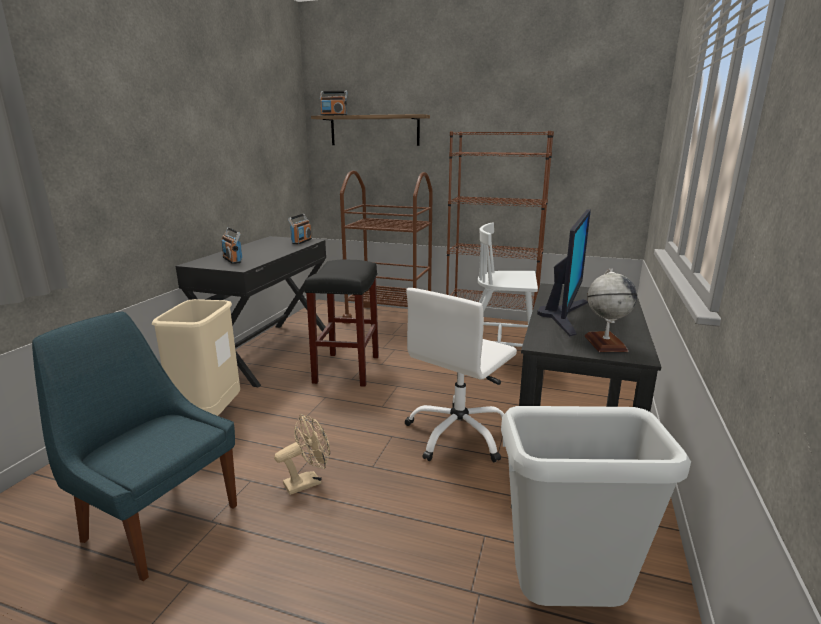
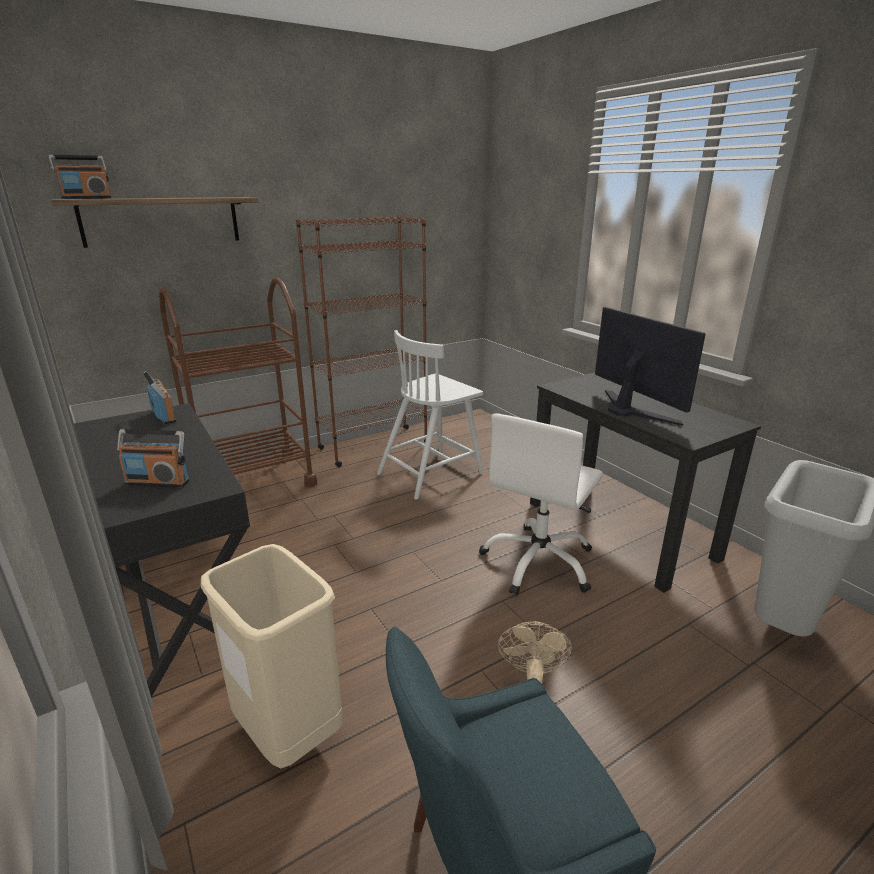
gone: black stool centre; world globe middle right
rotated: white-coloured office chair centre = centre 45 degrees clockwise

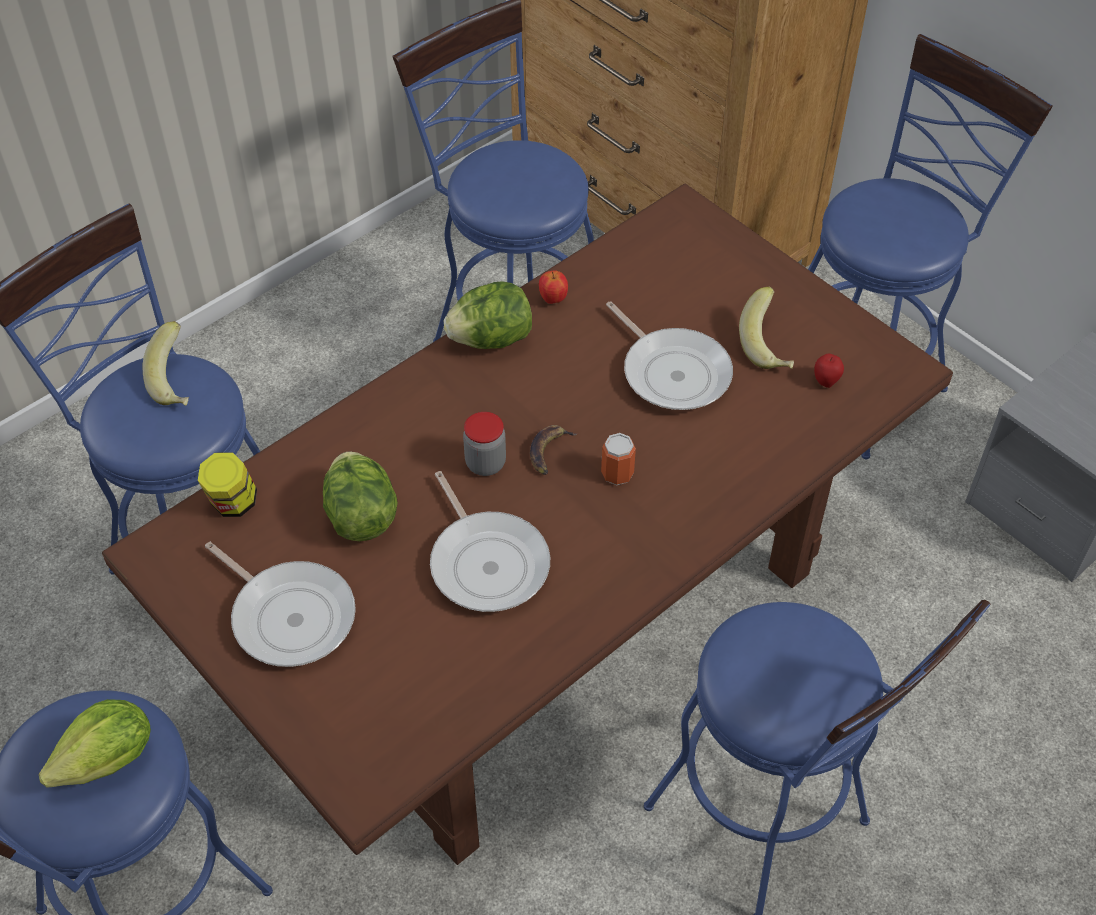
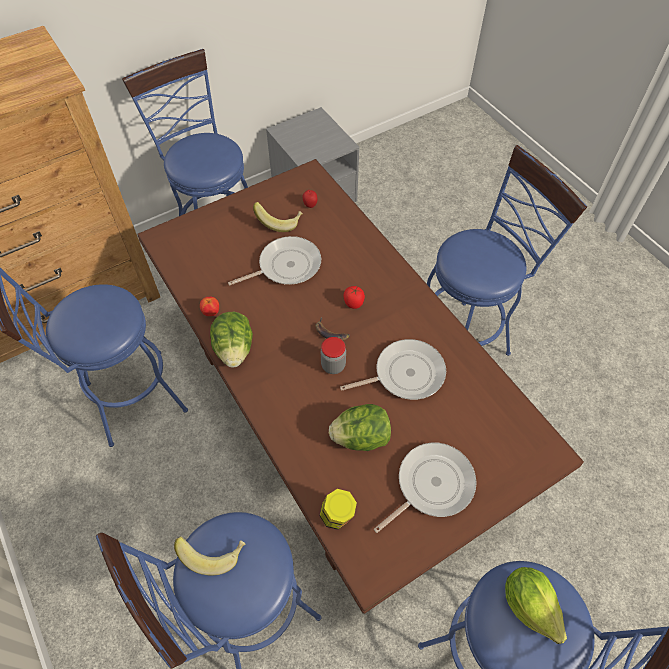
swapped: sealed can centre to whole tomato centre

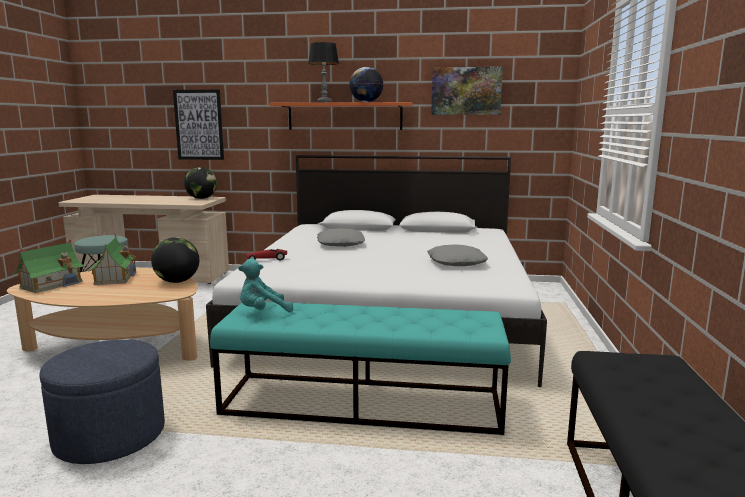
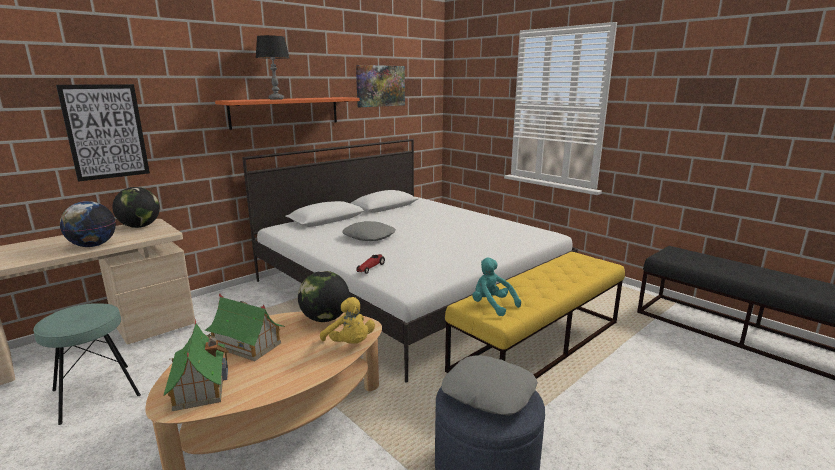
new: yellow soft toy bottom centre
shifted: world globe (no. 3 from left in the first image) top centre to world globe (no. 1 from left) middle left; gray pillow (no. 2 from left) centre to bottom centre
repainted: turquoise bench bottom centre to yellow bench bottom centre
rotated: turquoise soft toy centre = centre 120 degrees clockwise

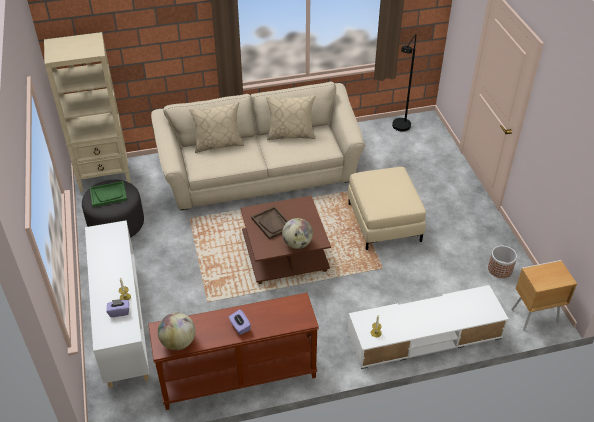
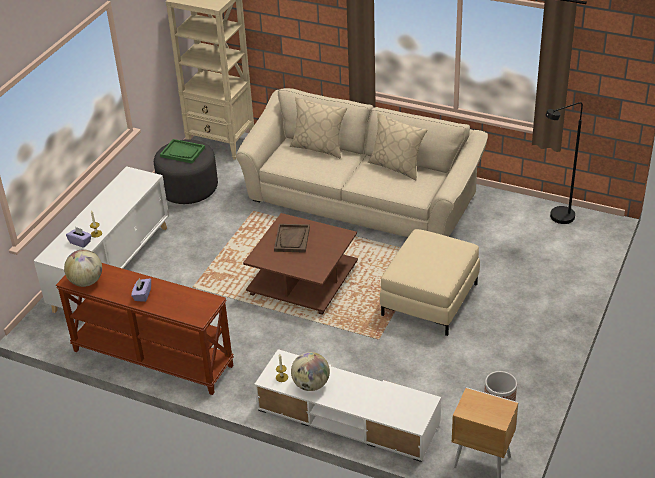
shifted: world globe (no. 2 from left) centre to bottom centre

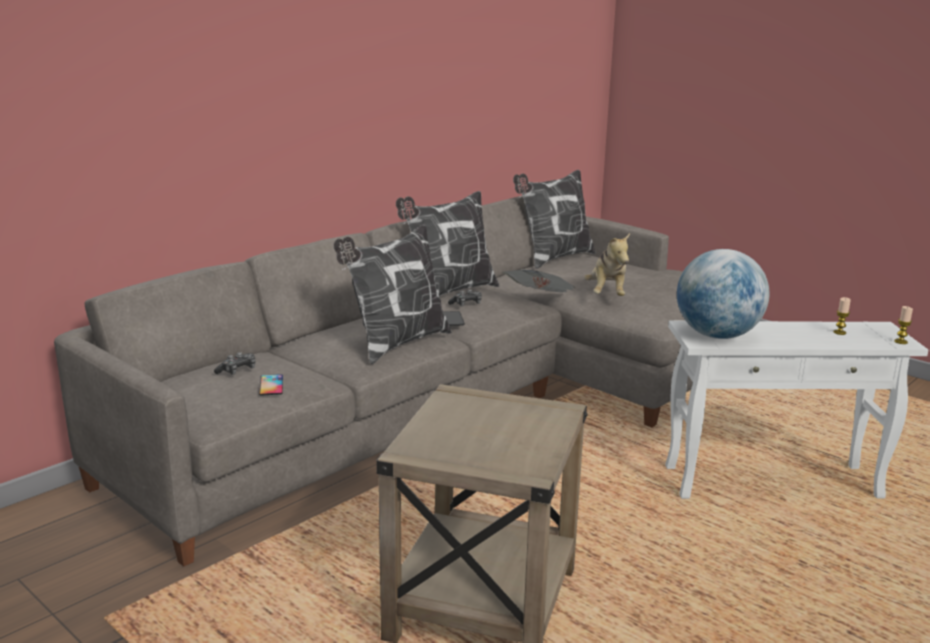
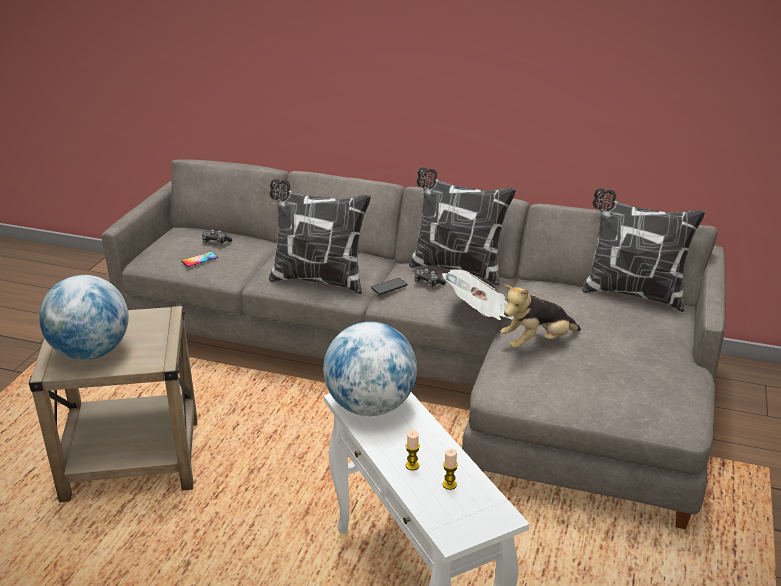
new: world globe (no. 1 from left) middle left
shifted: wax candle (no. 2 from left in the first image) middle right to wax candle (no. 1 from left) bottom centre

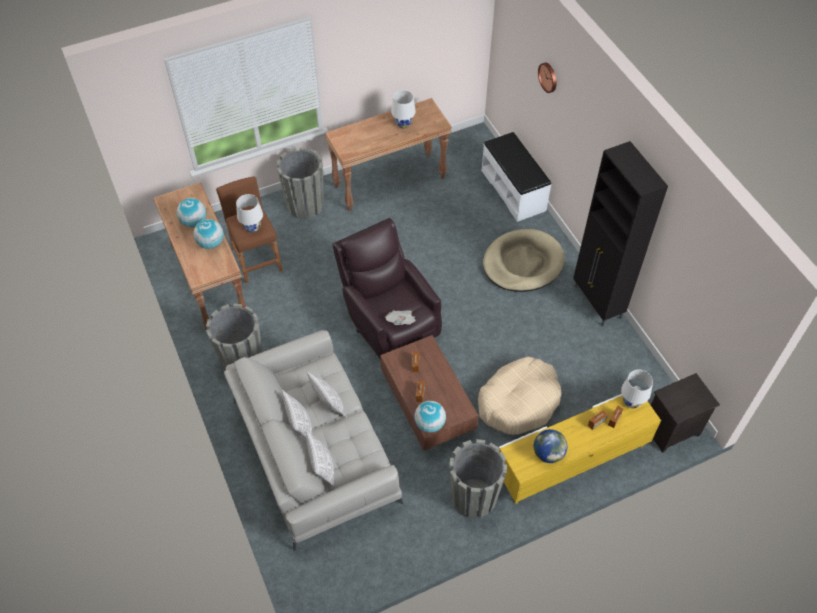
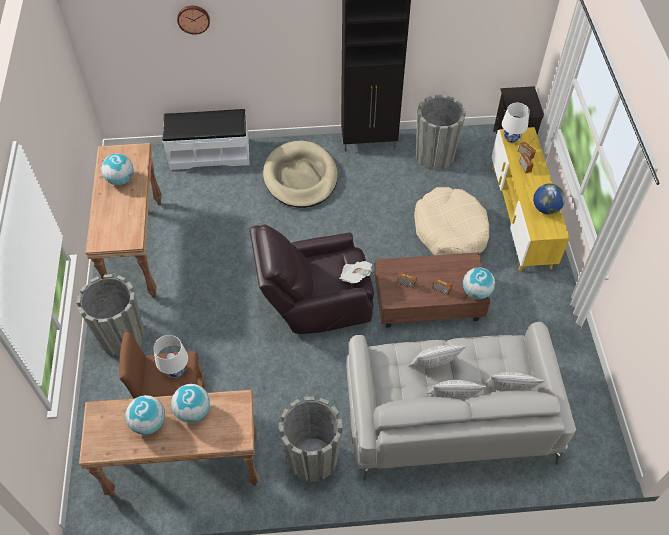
shifted: gray planter (no. 3 from left) bottom centre to top centre
swapped: white-coloured tabletop lamp (no. 2 from left) top centre to world globe (no. 1 from left) top left

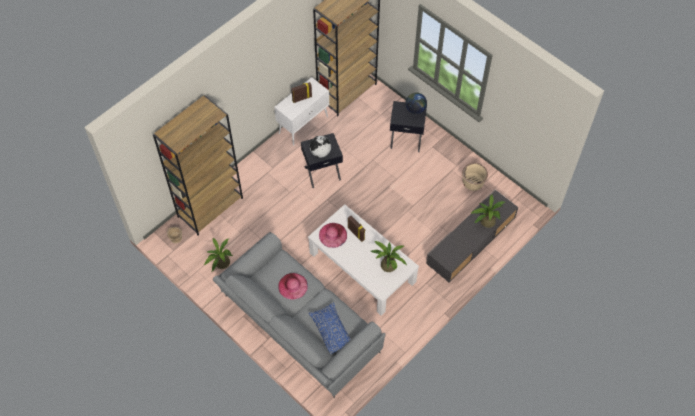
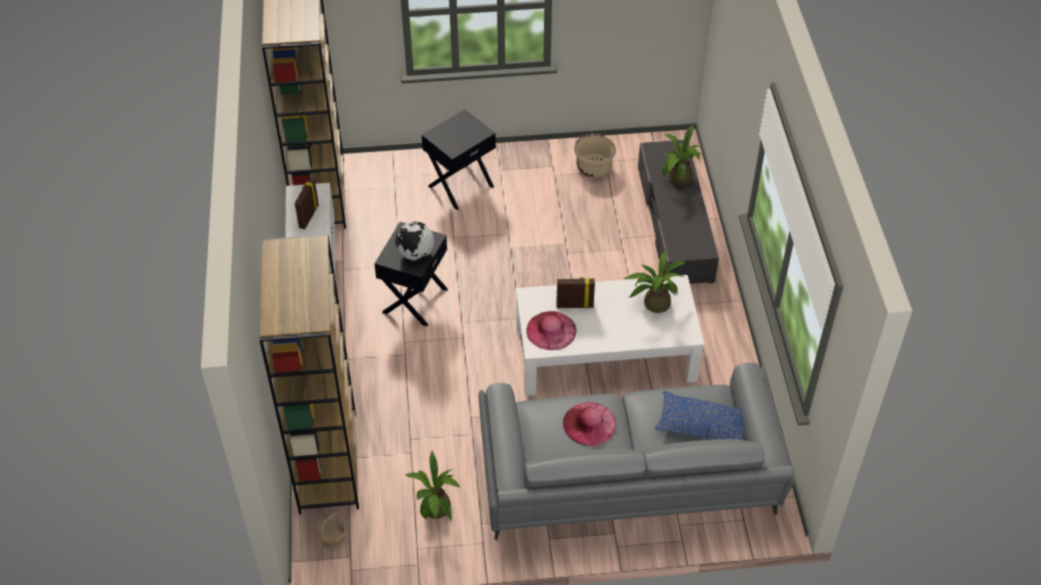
gone: world globe (no. 2 from left) top centre

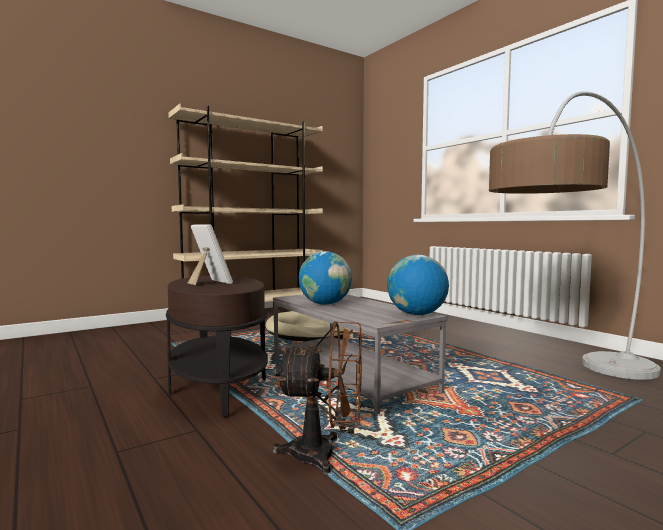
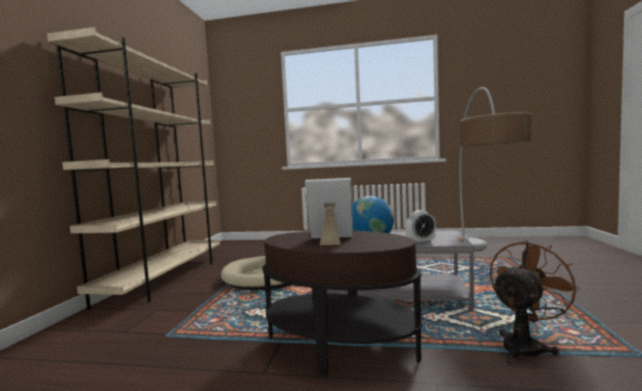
gone: world globe (no. 2 from left) centre
new: alarm clock centre

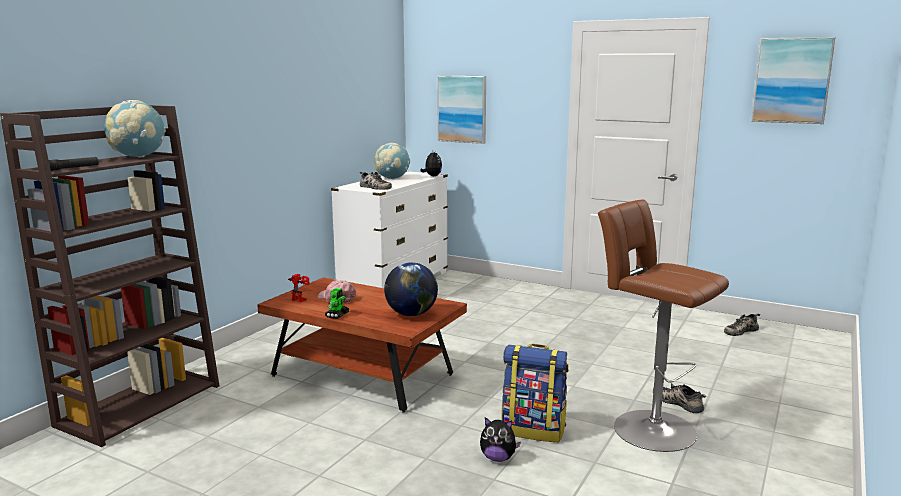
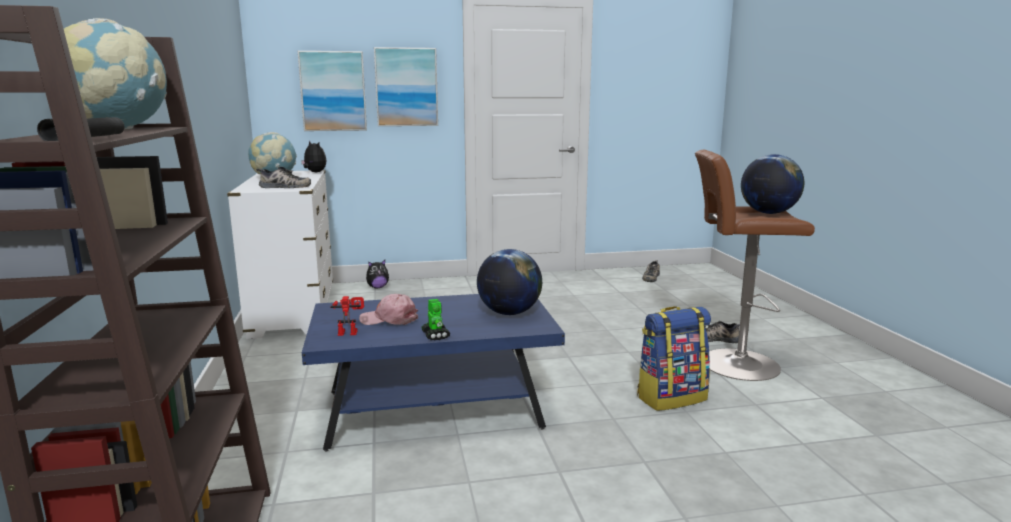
new: world globe (no. 4 from left) middle right
shifted: soft toy (no. 2 from left) bottom centre to centre; picture (no. 2 from left) top right to top centre
repainted: brown-coloured coffee table bottom centre to blue-coloured coffee table bottom centre

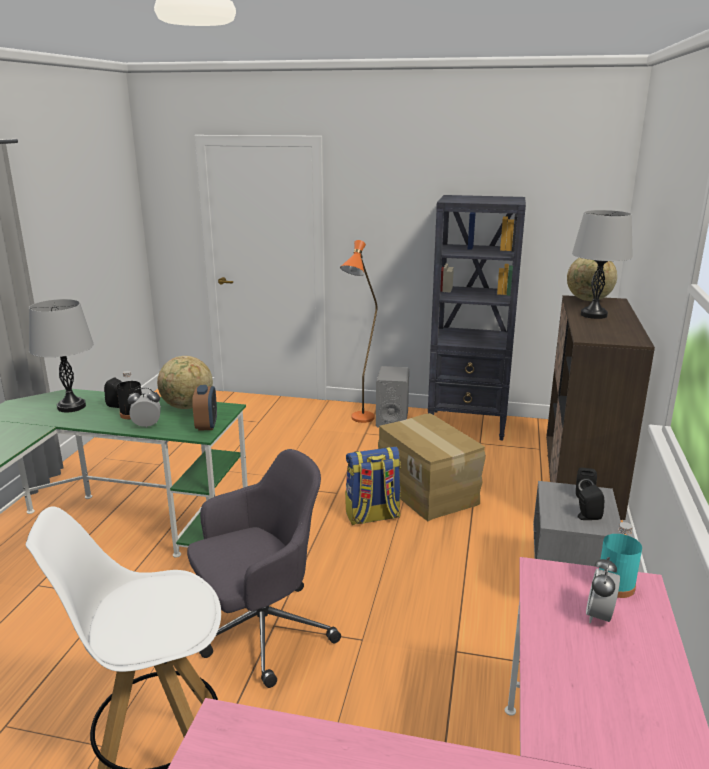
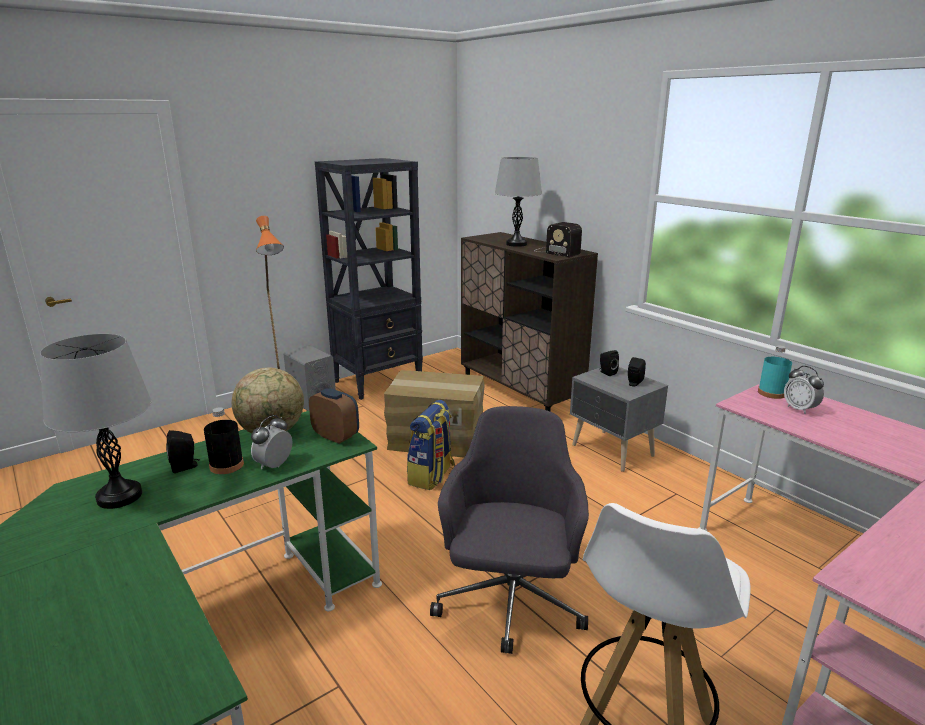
gone: world globe (no. 2 from left) middle right
new: radio set top centre

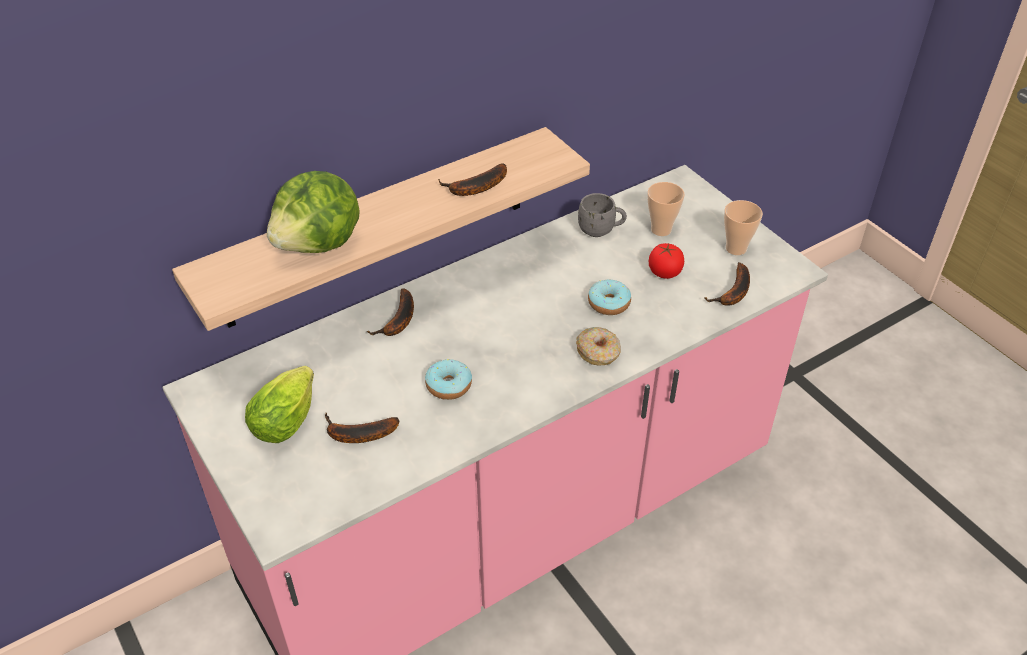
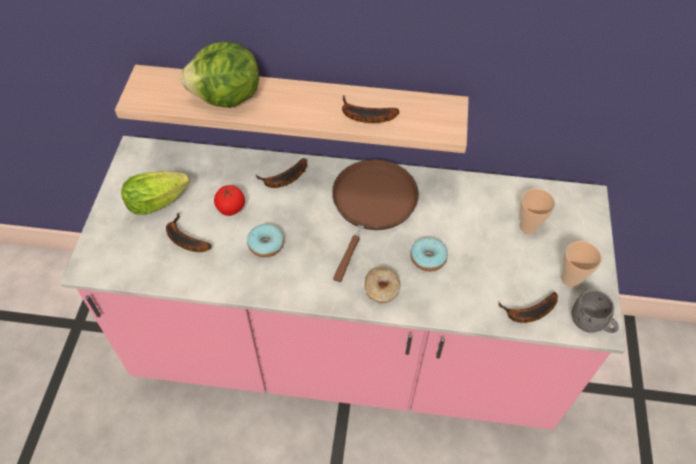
new: brown-coloured skillet centre
shifted: whole tomato centre to middle left; gray mug top centre to bottom right

